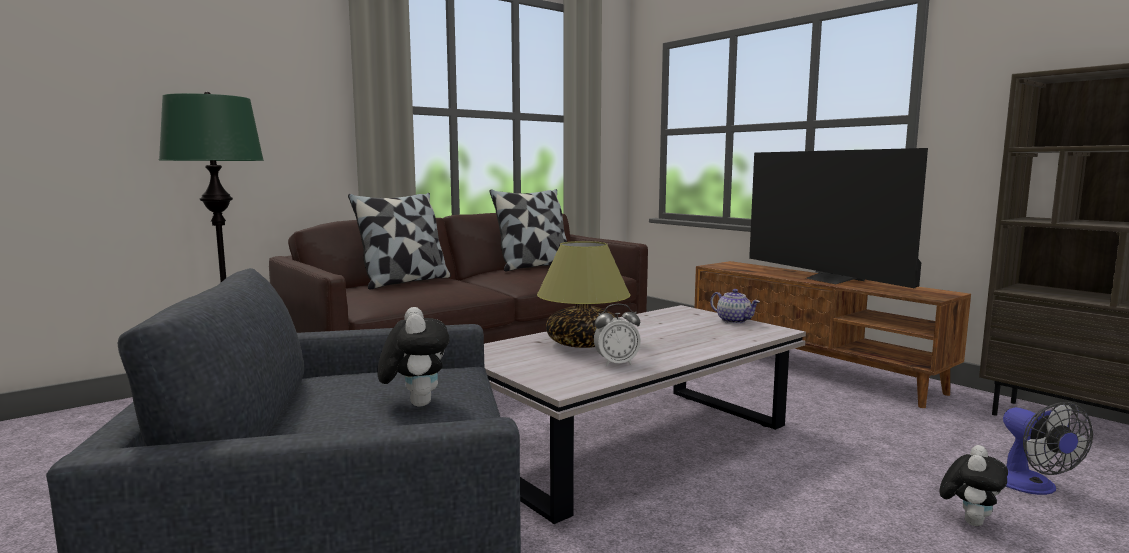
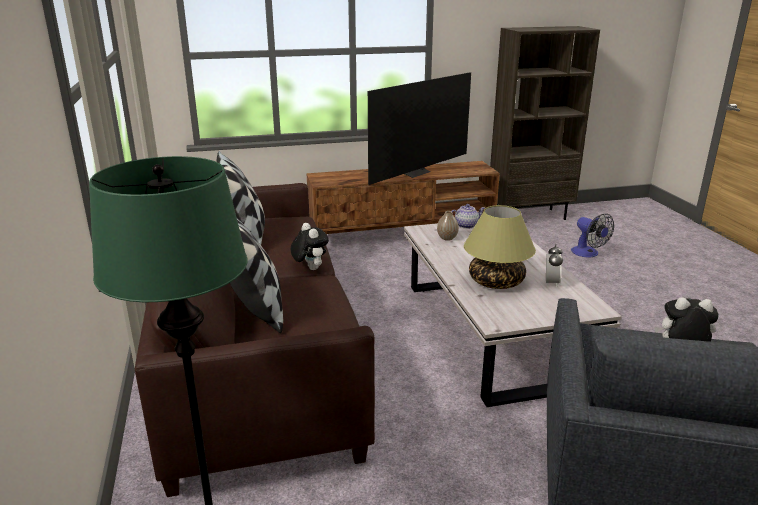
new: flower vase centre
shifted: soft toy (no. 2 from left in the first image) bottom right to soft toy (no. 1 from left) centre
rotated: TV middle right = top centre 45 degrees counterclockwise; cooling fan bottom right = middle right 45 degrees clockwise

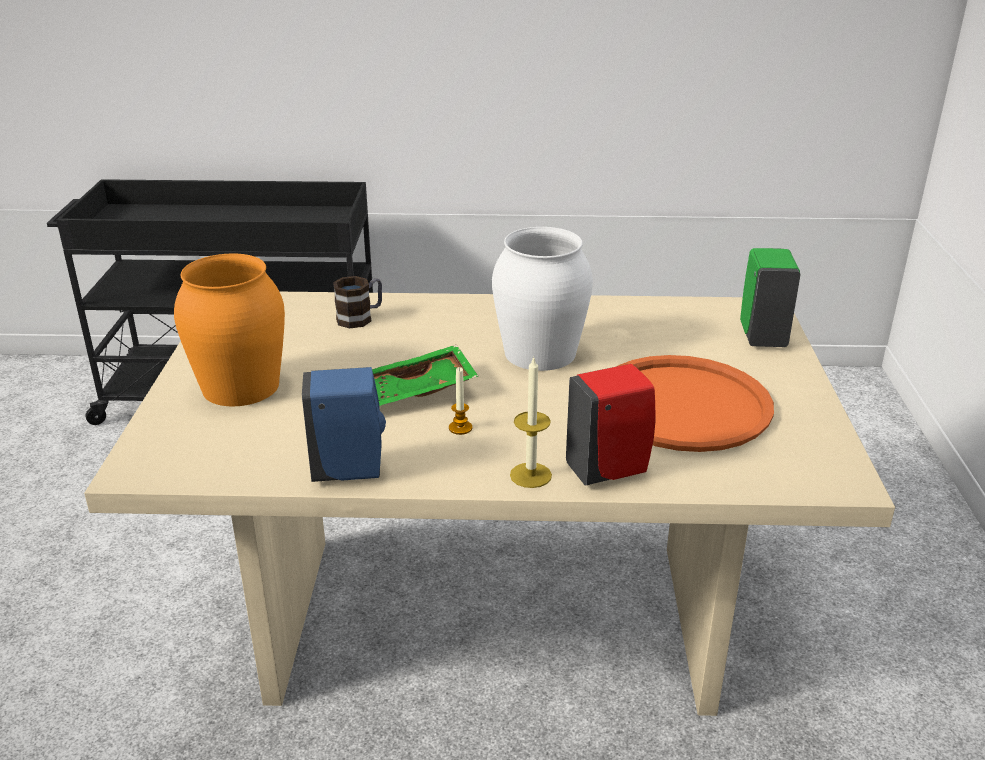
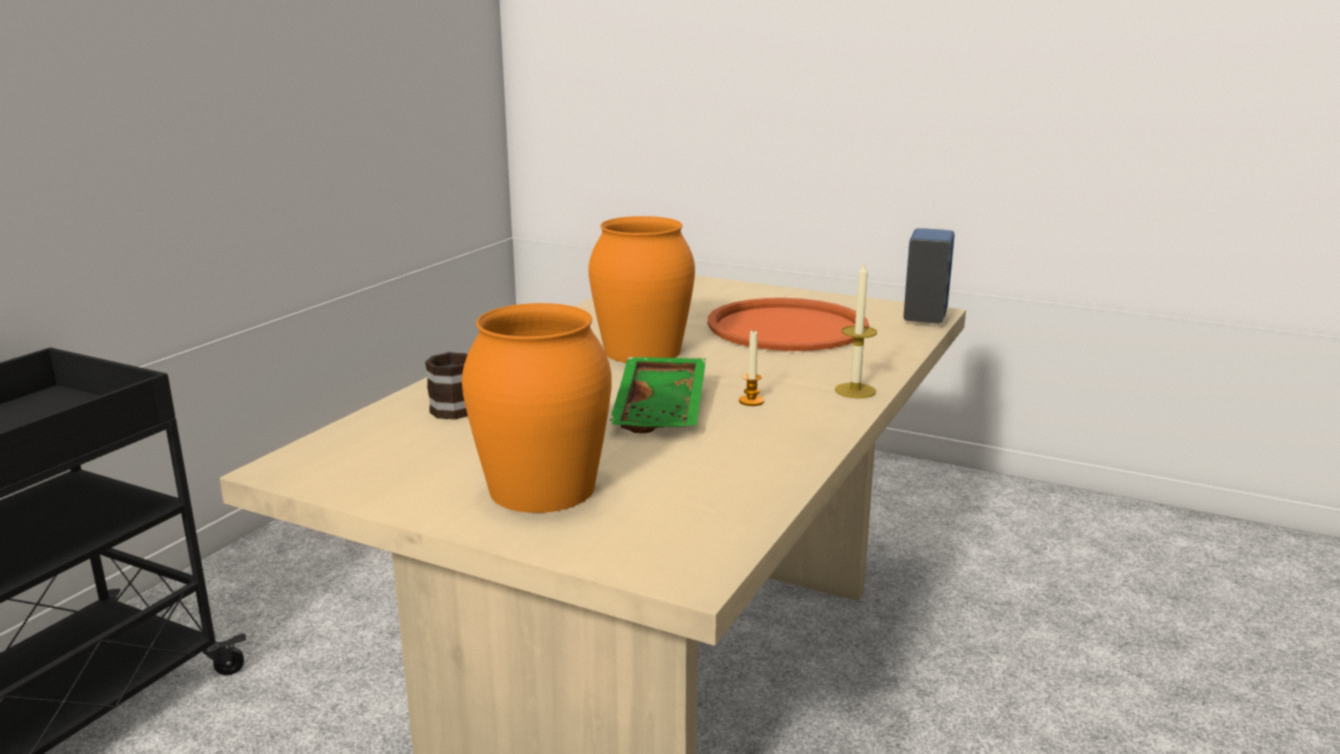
gone: red soap bottle centre; greenish soap bottle middle right
shifted: blue-coloured soap bottle centre to middle right
repainted: white-coloured flower vase centre to orange-coloured flower vase (no. 2 from left) centre

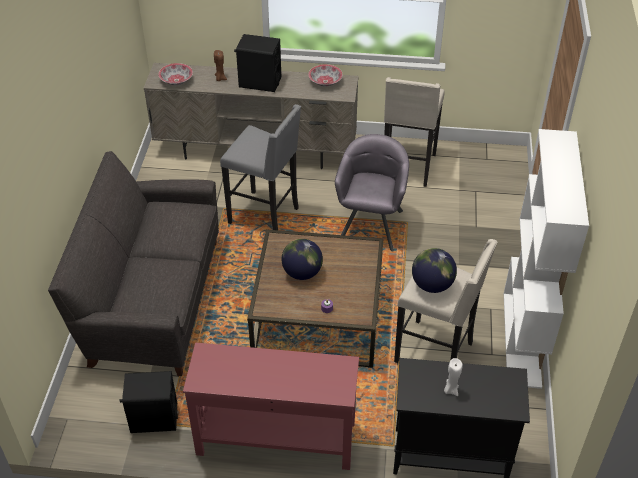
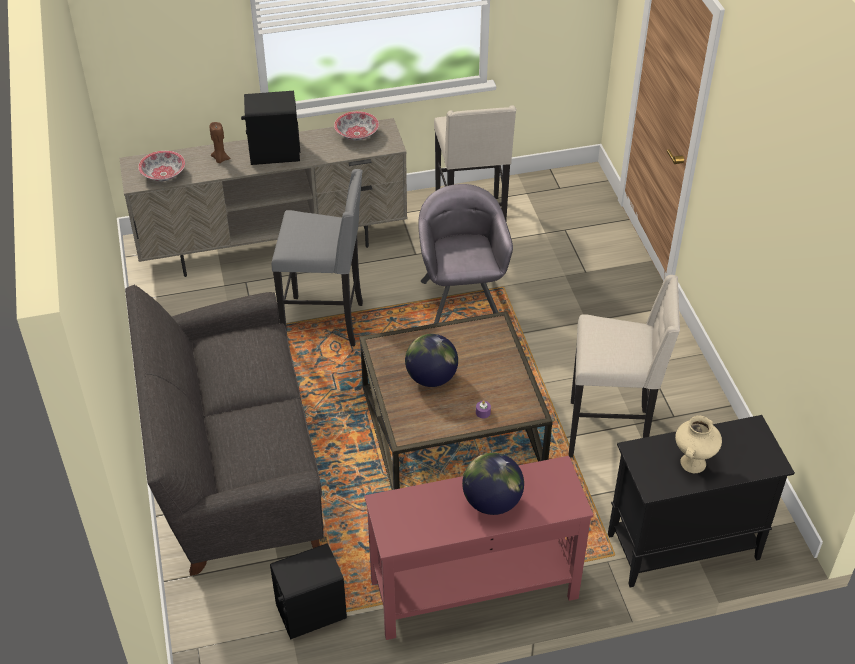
gone: white-coloured shelving unit middle right
shifted: world globe (no. 2 from left) middle right to bottom centre
swapped: white-coloured wax candle bottom right to beige-coloured flower vase bottom right

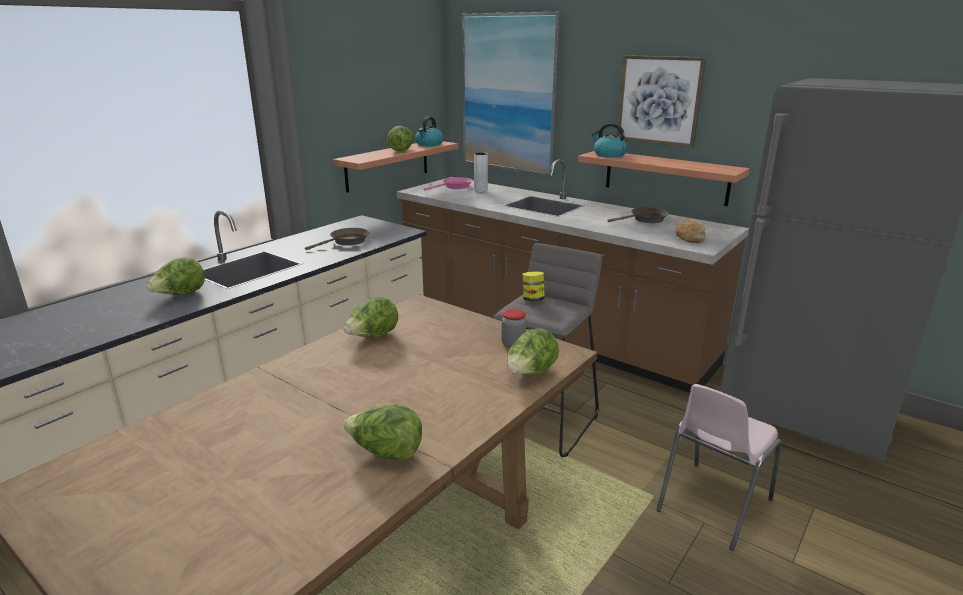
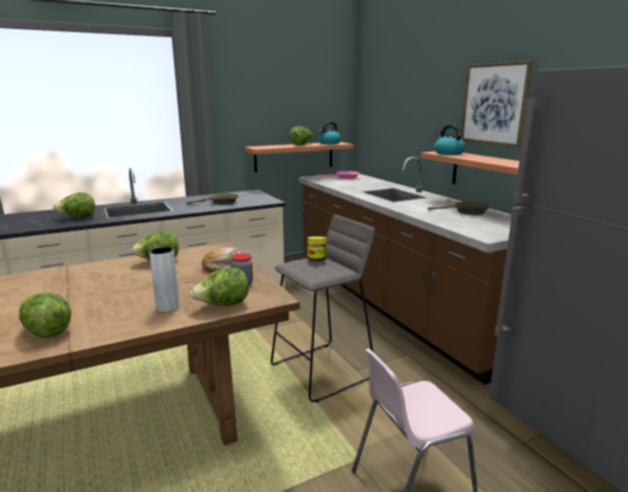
gone: picture (no. 1 from left) top centre
shifted: gray flower vase top centre to middle left; bread middle right to centre

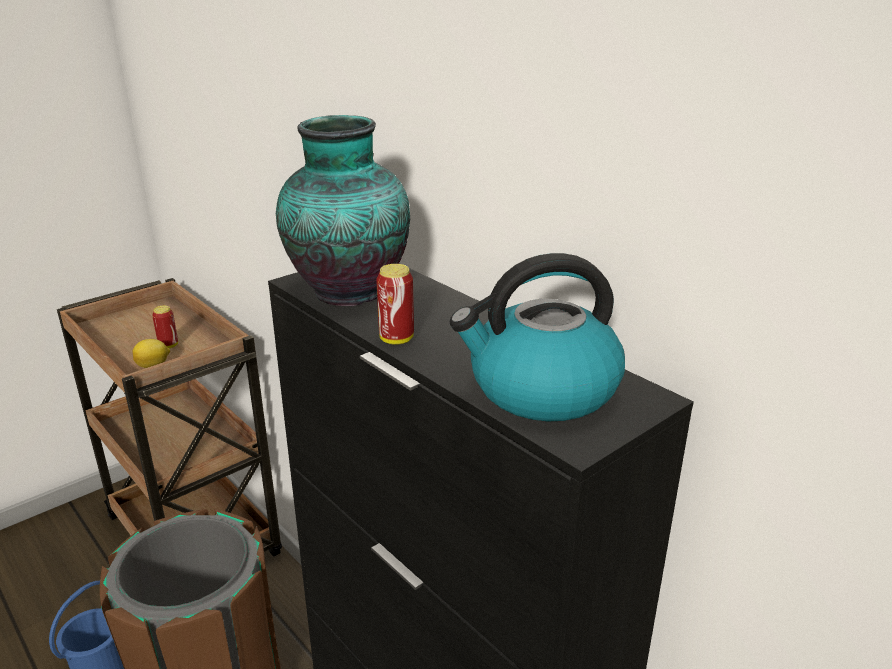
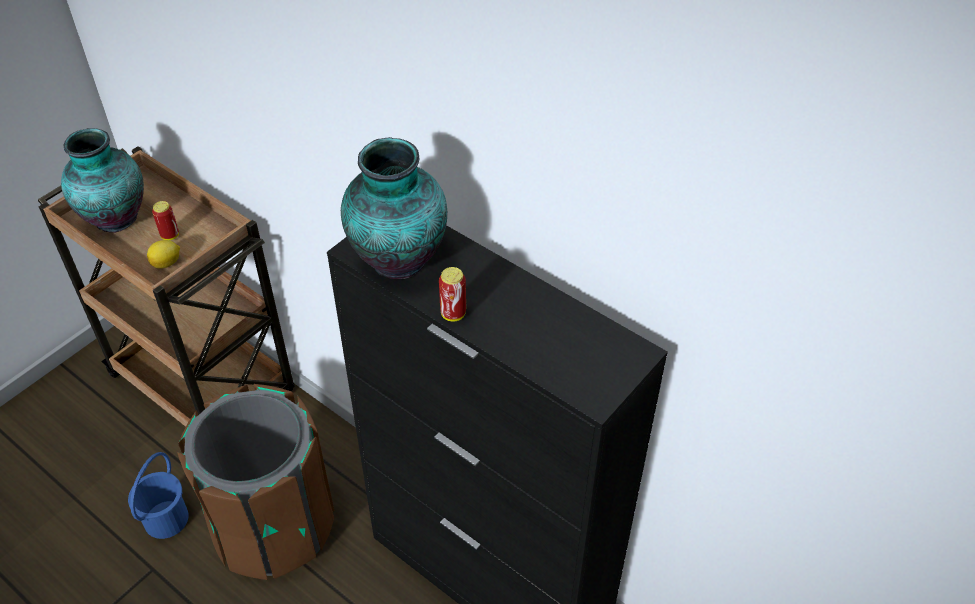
gone: tea kettle centre
new: flower vase (no. 1 from left) top left

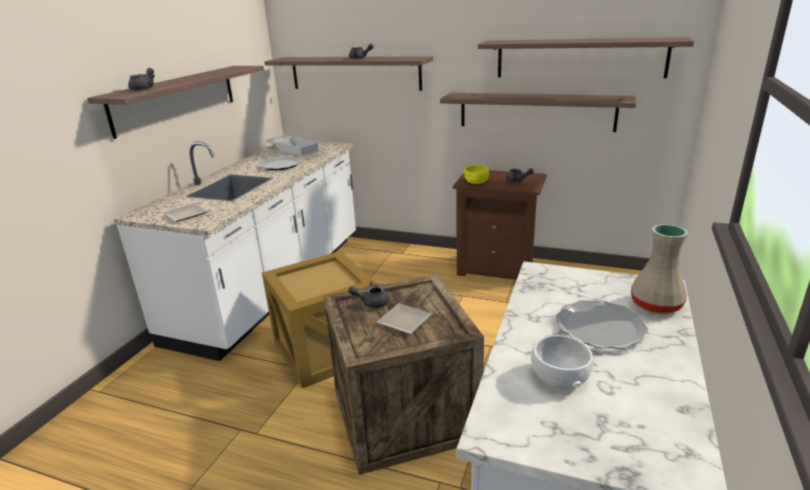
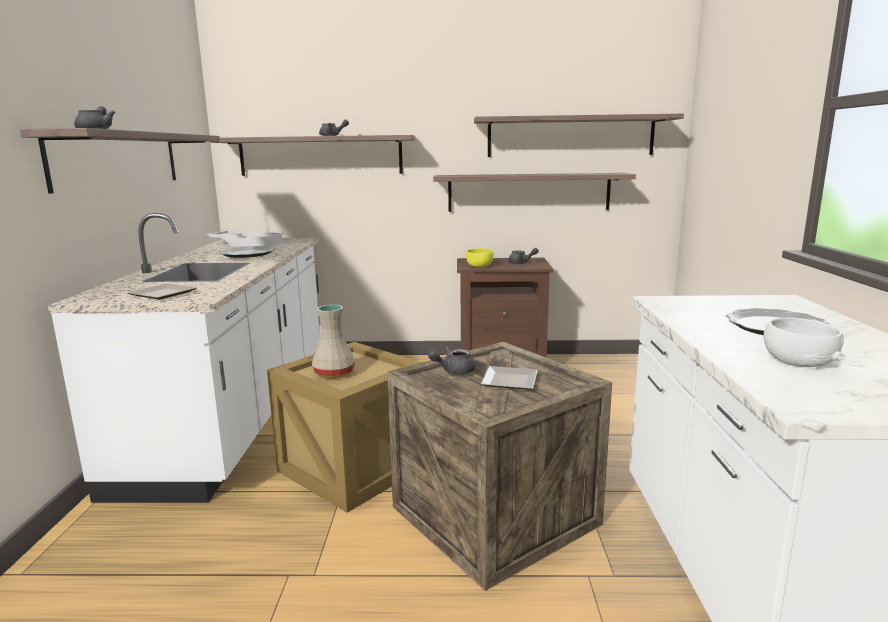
shifted: beige-coloured flower vase middle right to centre

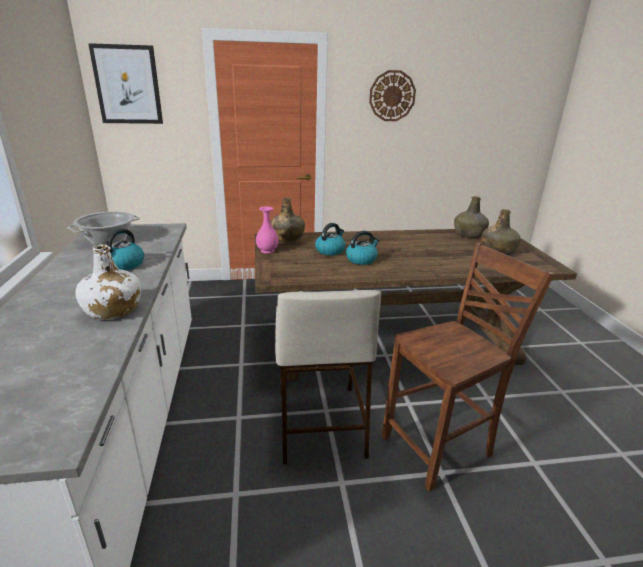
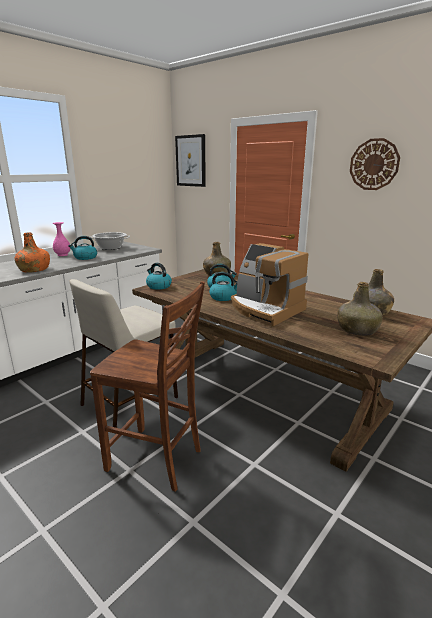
new: tea kettle (no. 2 from left) centre; coffee machine centre
shifted: pink flower vase centre to middle left
repainted: white-coloured bottle middle left to orange-coloured bottle middle left

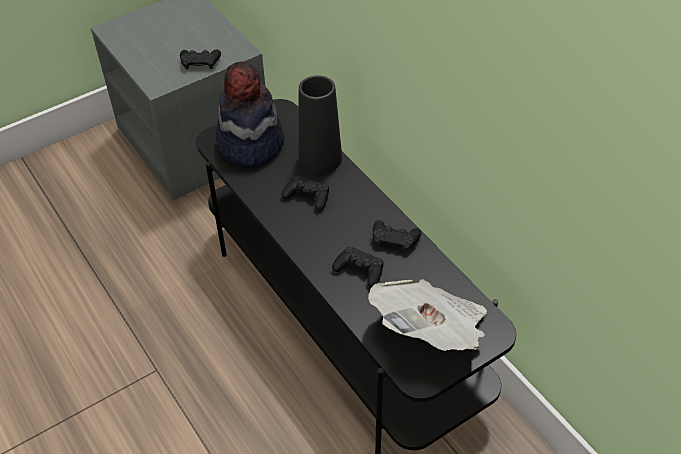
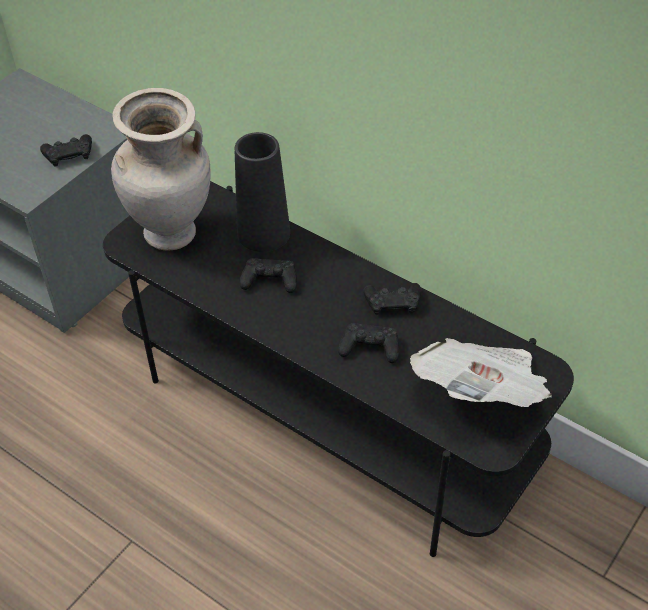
swapped: wearable hat top centre to beige-coloured flower vase top left

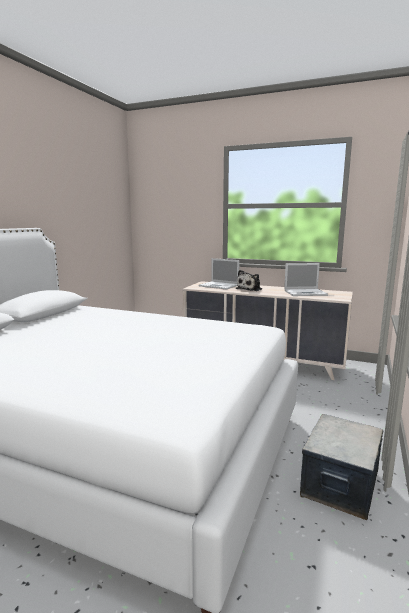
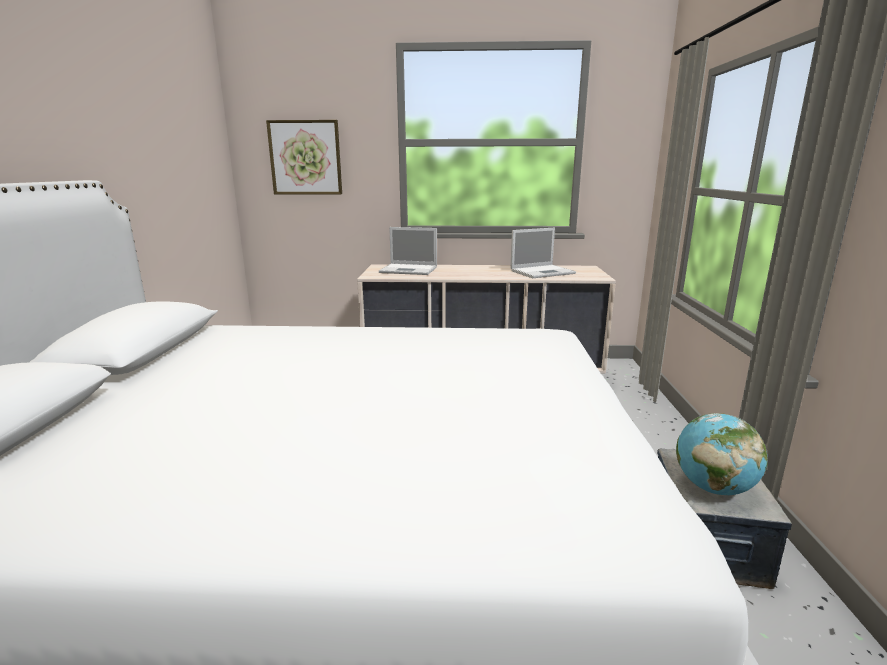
gone: soft toy centre
new: picture top centre; world globe bottom right

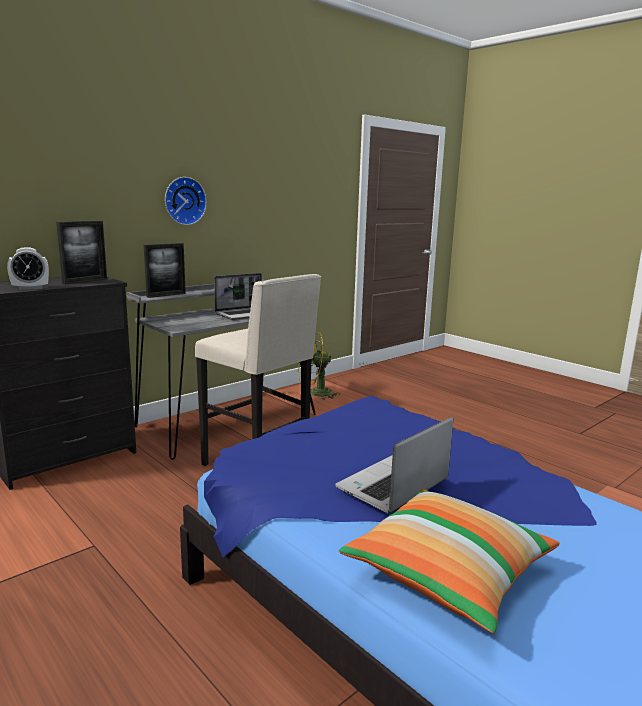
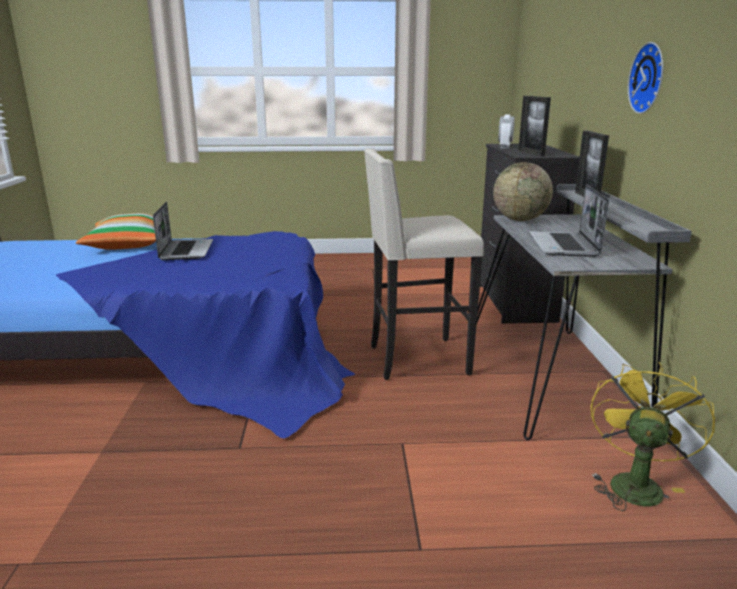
new: world globe top right

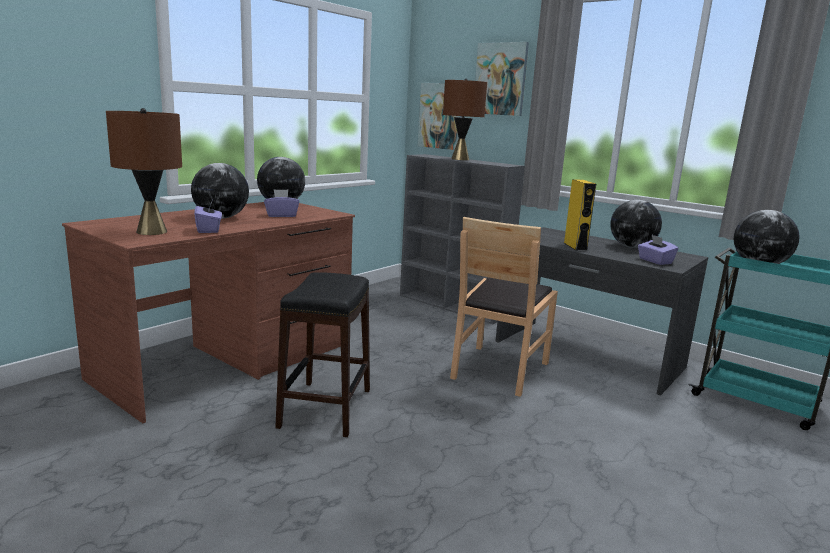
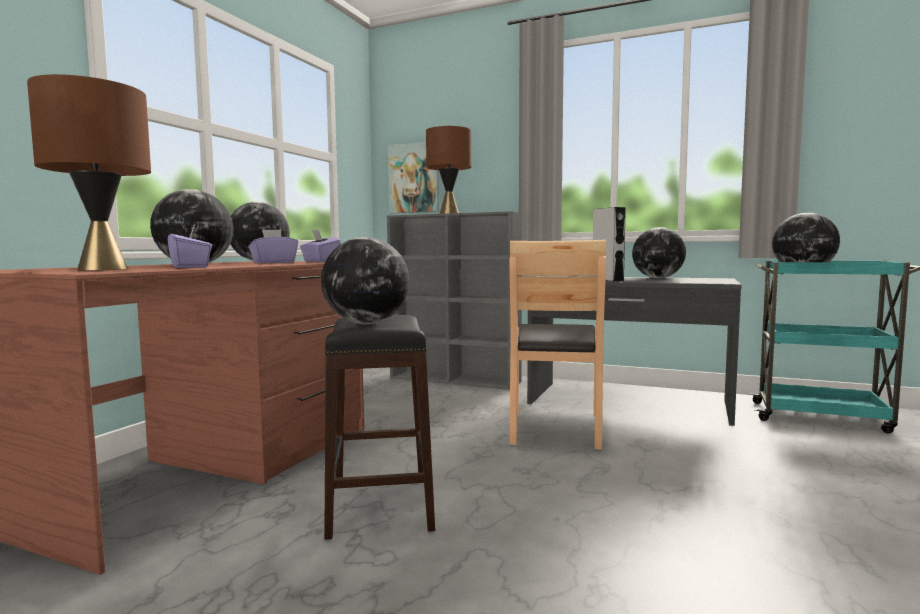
gone: picture (no. 2 from left) top centre
new: world globe (no. 3 from left) centre
shifted: purple tissue holder (no. 3 from left) middle right to centre
repainted: yellow speaker middle right to gray speaker centre

